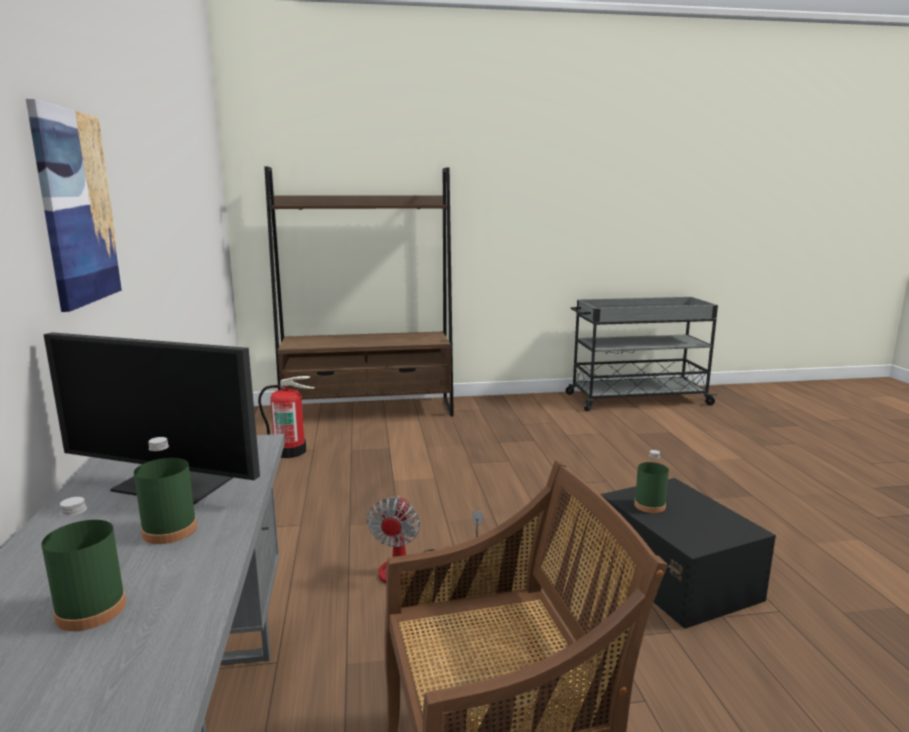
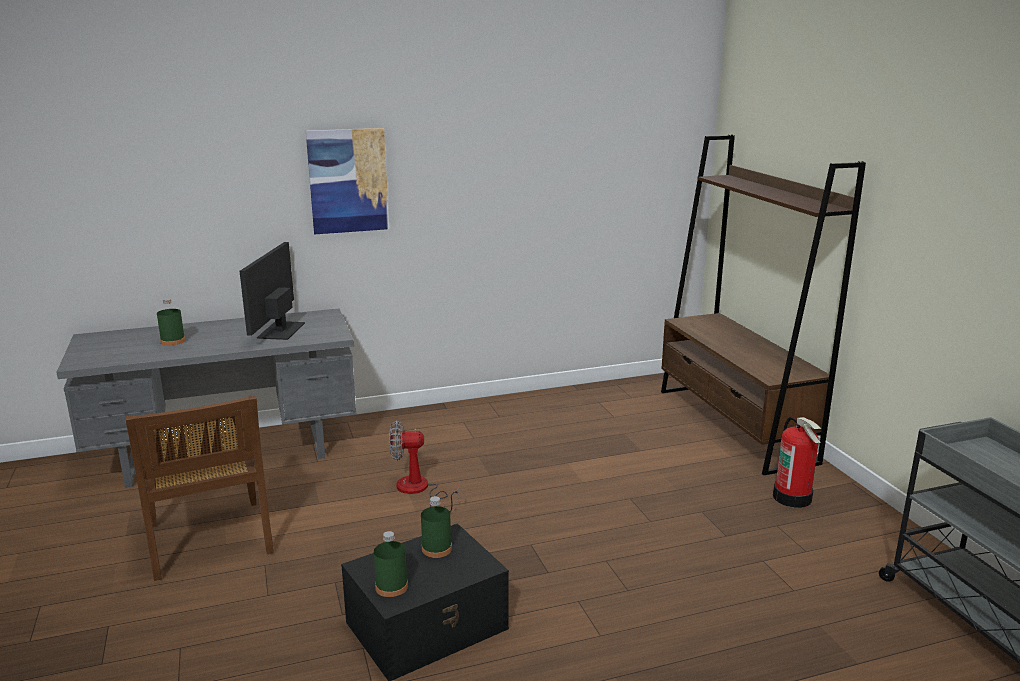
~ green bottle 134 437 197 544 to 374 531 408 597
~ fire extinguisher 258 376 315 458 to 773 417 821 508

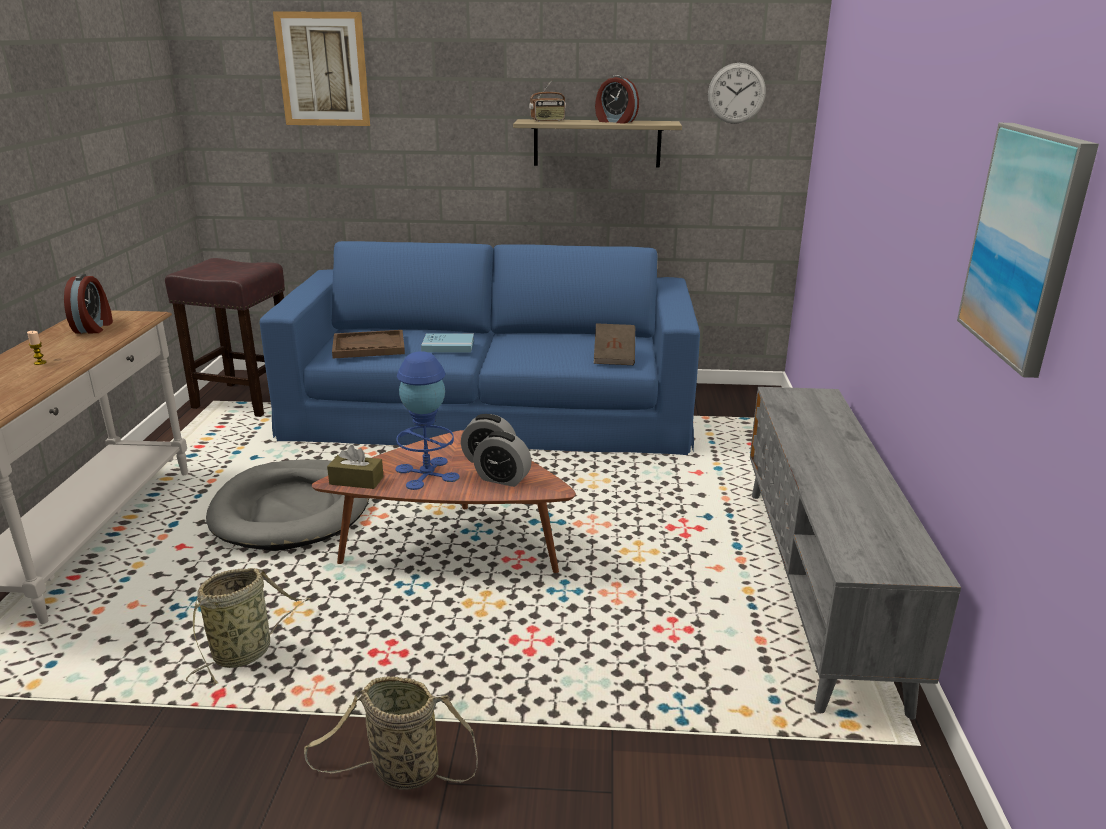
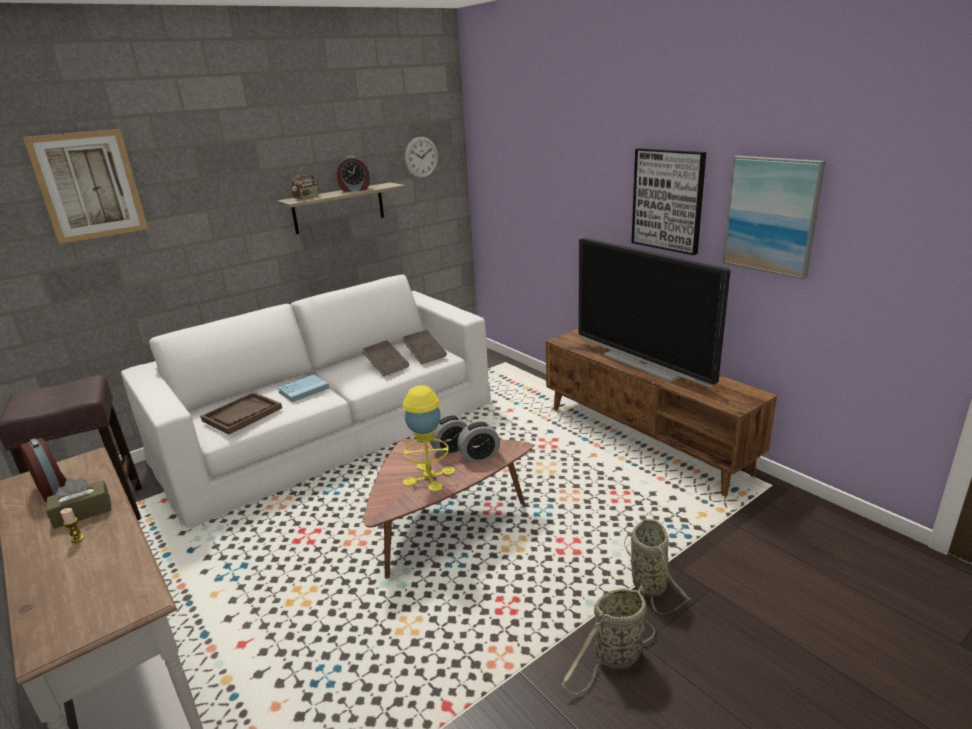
~ brown tissue box 327 445 384 489 to 46 477 111 529
~ blue sofa 260 241 700 455 to white sofa 121 274 491 529
+ brown book 363 340 409 376
~ blue table lamp 395 351 460 490 to yellow table lamp 402 385 455 492
~ grey tv stand 750 387 961 720 to brown tv stand 546 329 777 496
+ television 578 238 731 387
~ basket 186 568 311 684 to 624 519 690 615
+ picture 631 148 706 255
- grey dog bed 206 459 369 551

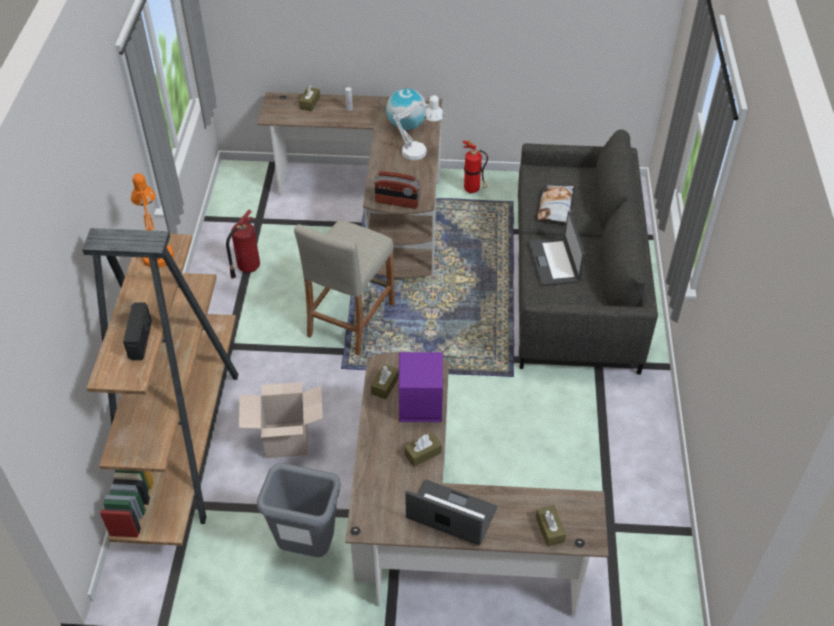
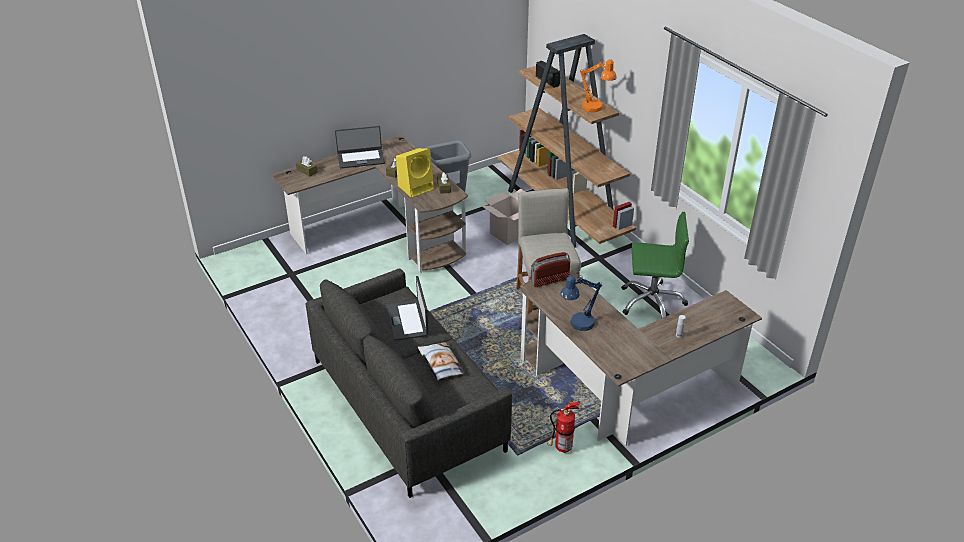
~ laptop 529 211 585 286 = 387 276 429 341 150 degrees counterclockwise
~ purple speaker 399 352 443 422 to yellow speaker 396 148 434 198
~ white table lamp 393 95 444 160 to blue table lamp 560 275 602 331
~ fire extinguisher 226 210 260 279 to green office chair 621 212 689 319
- brown tissue box 299 85 320 111
- globe 386 88 427 130

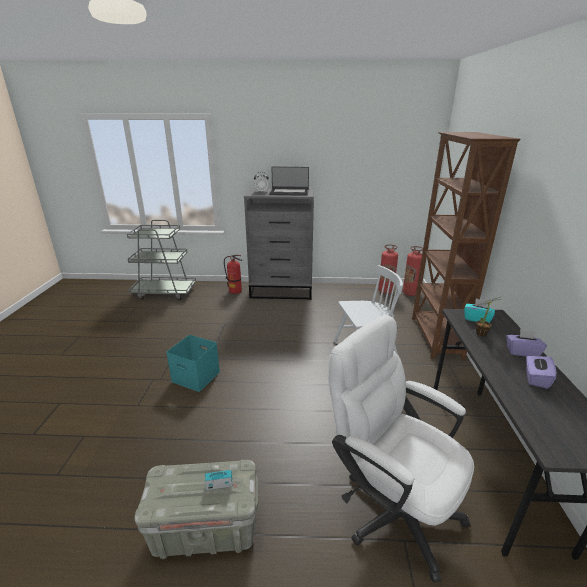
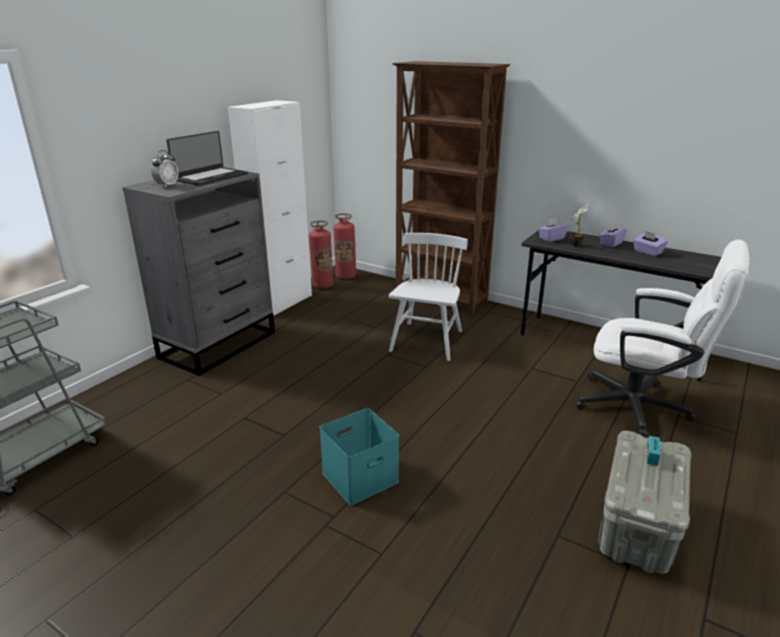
+ white cabinet 228 100 312 316
~ turquoise tissue box 464 298 495 323 to purple tissue box 538 218 568 242
~ white office chair 328 315 474 583 = 575 240 750 437 135 degrees counterclockwise
- fire extinguisher 224 255 242 294

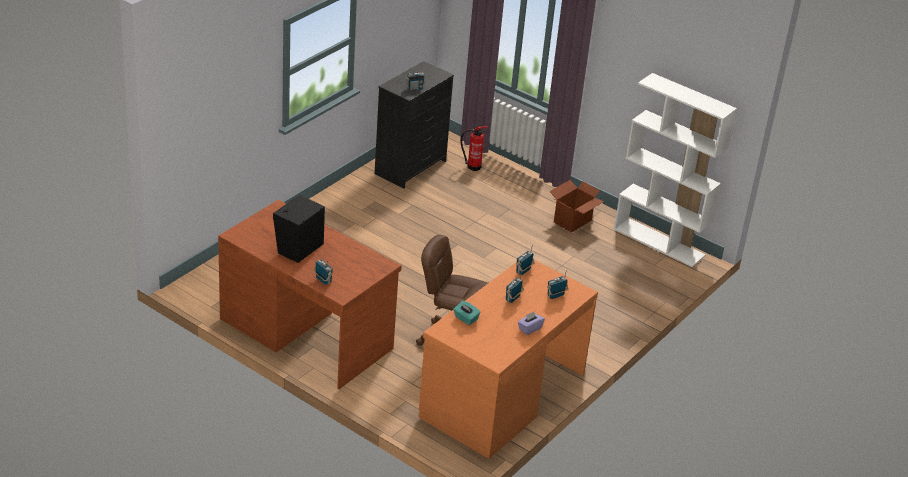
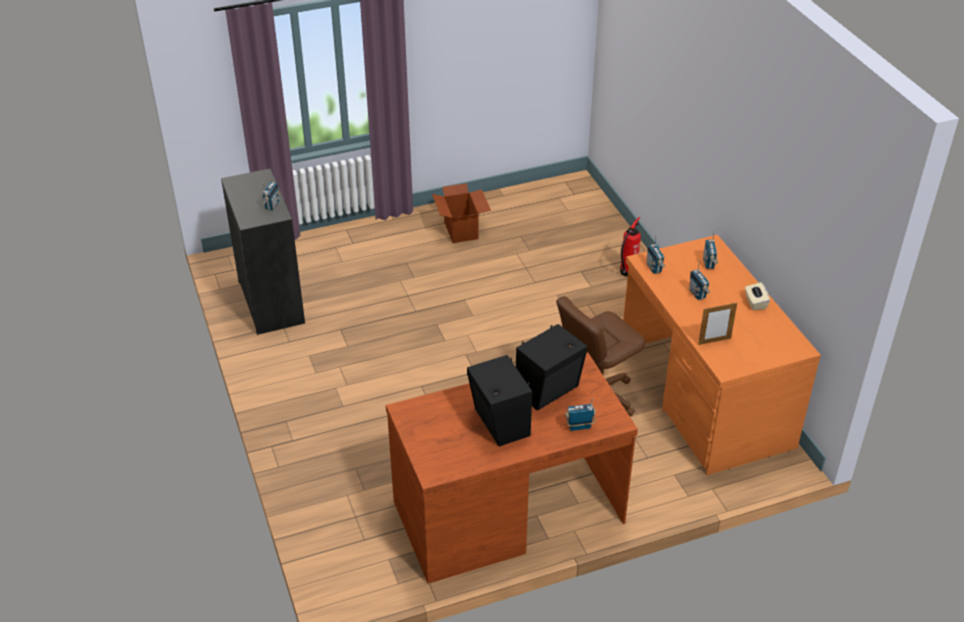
+ black speaker 516 324 587 411
~ fire extinguisher 460 126 488 171 to 620 217 641 277
~ turquoise tissue box 453 301 480 325 to picture frame 698 303 737 345
~ purple tissue box 518 312 545 335 to beige tissue box 745 282 770 310
- white bookcase 614 73 737 267

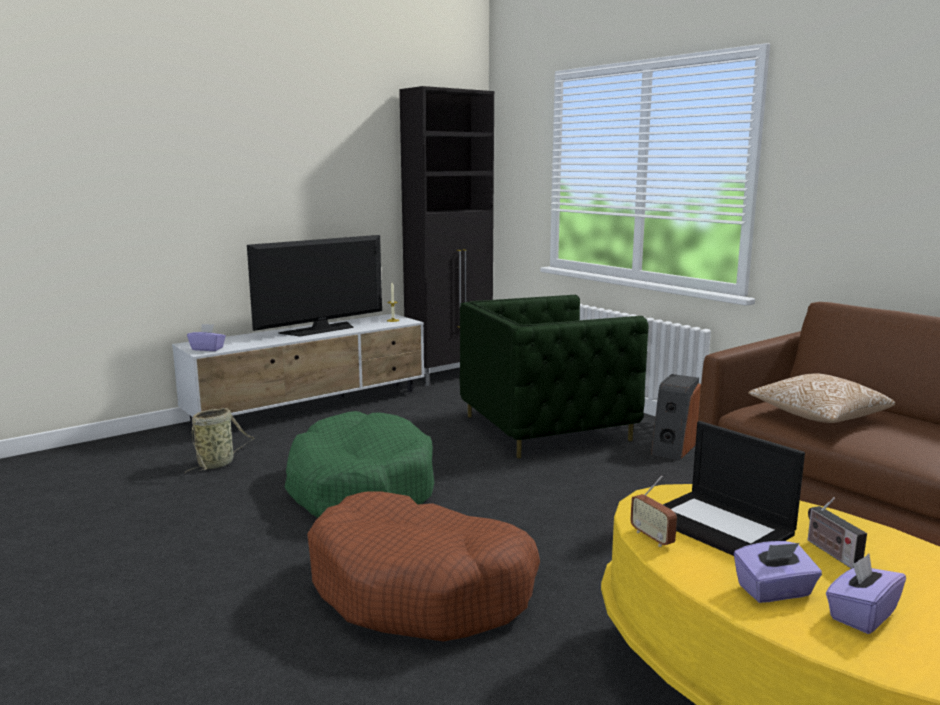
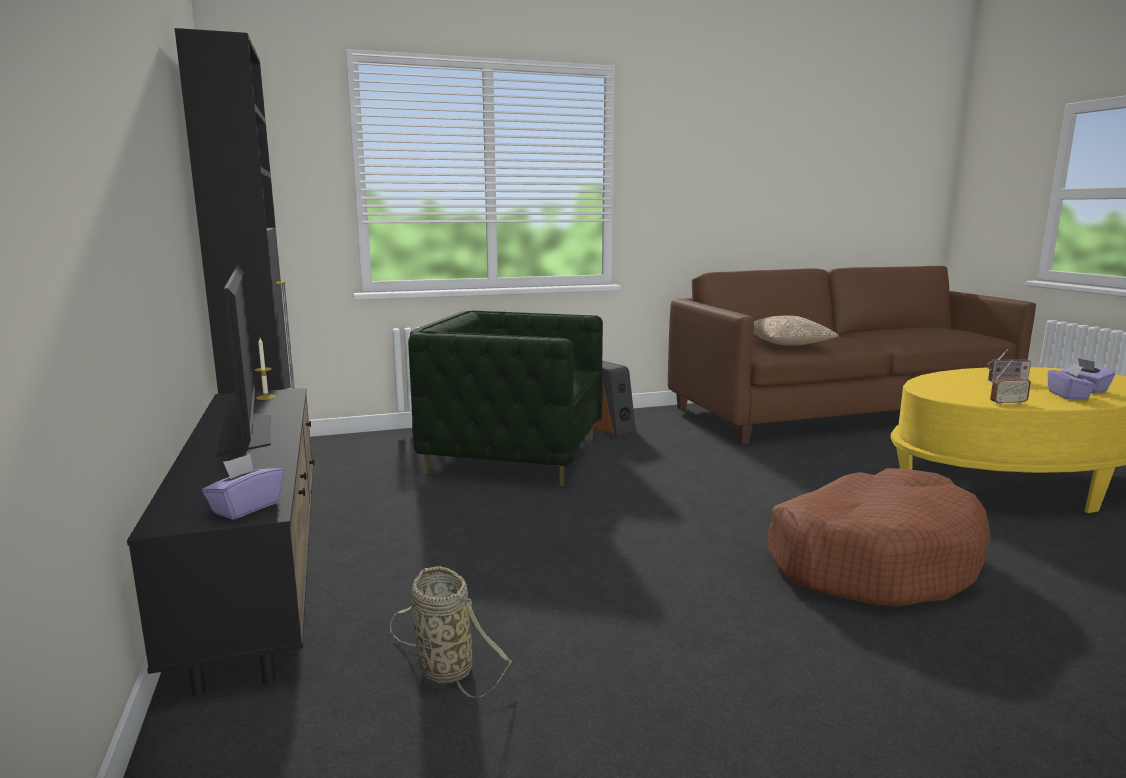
~ white tv stand 172 314 425 428 to black tv stand 127 388 314 697
~ green armchair 459 295 648 458 = 408 310 603 487 105 degrees clockwise
- green dog bed 285 411 434 518
- laptop 663 421 805 556

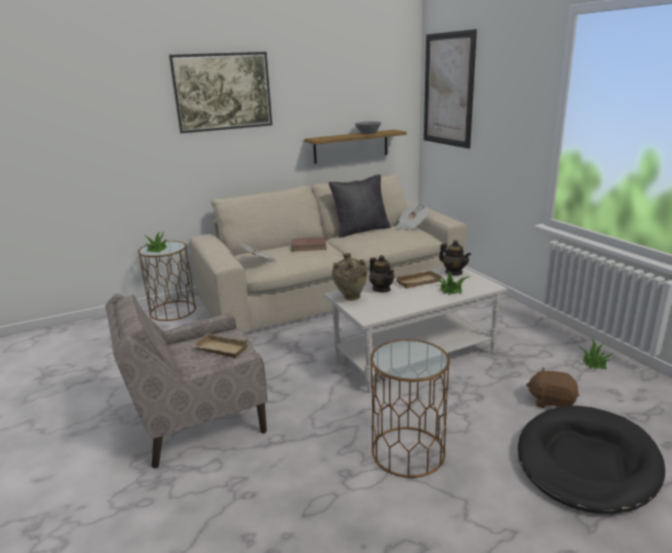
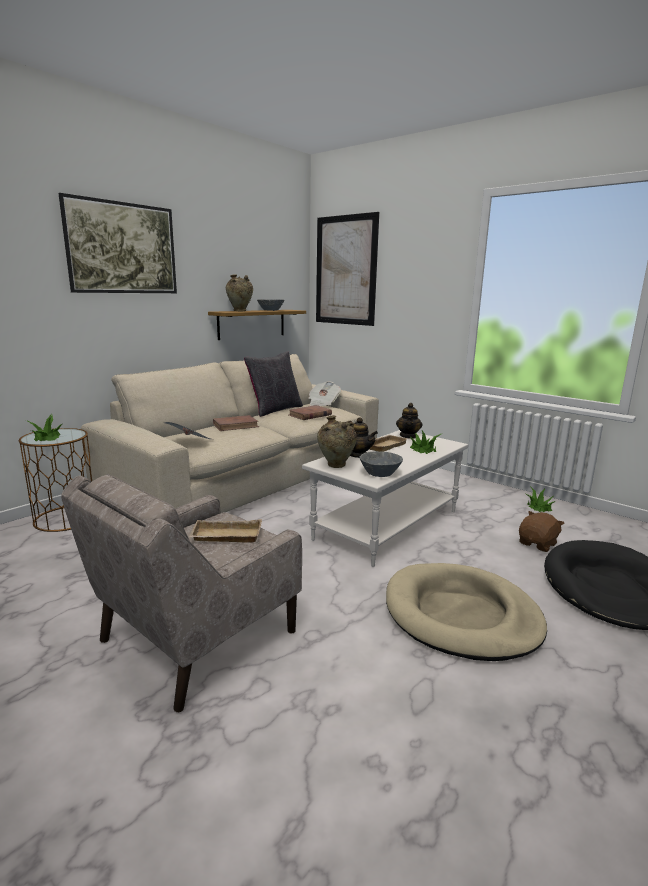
+ beige vase 226 274 253 311
+ brown book 288 405 332 420
+ grey bowl 359 451 403 477
~ brown side table 370 339 450 478 to beige dog bed 386 563 547 661
~ teapot 439 240 471 275 = 396 403 422 439 75 degrees clockwise
~ brown plush toy 526 367 579 408 = 519 511 565 552 135 degrees clockwise

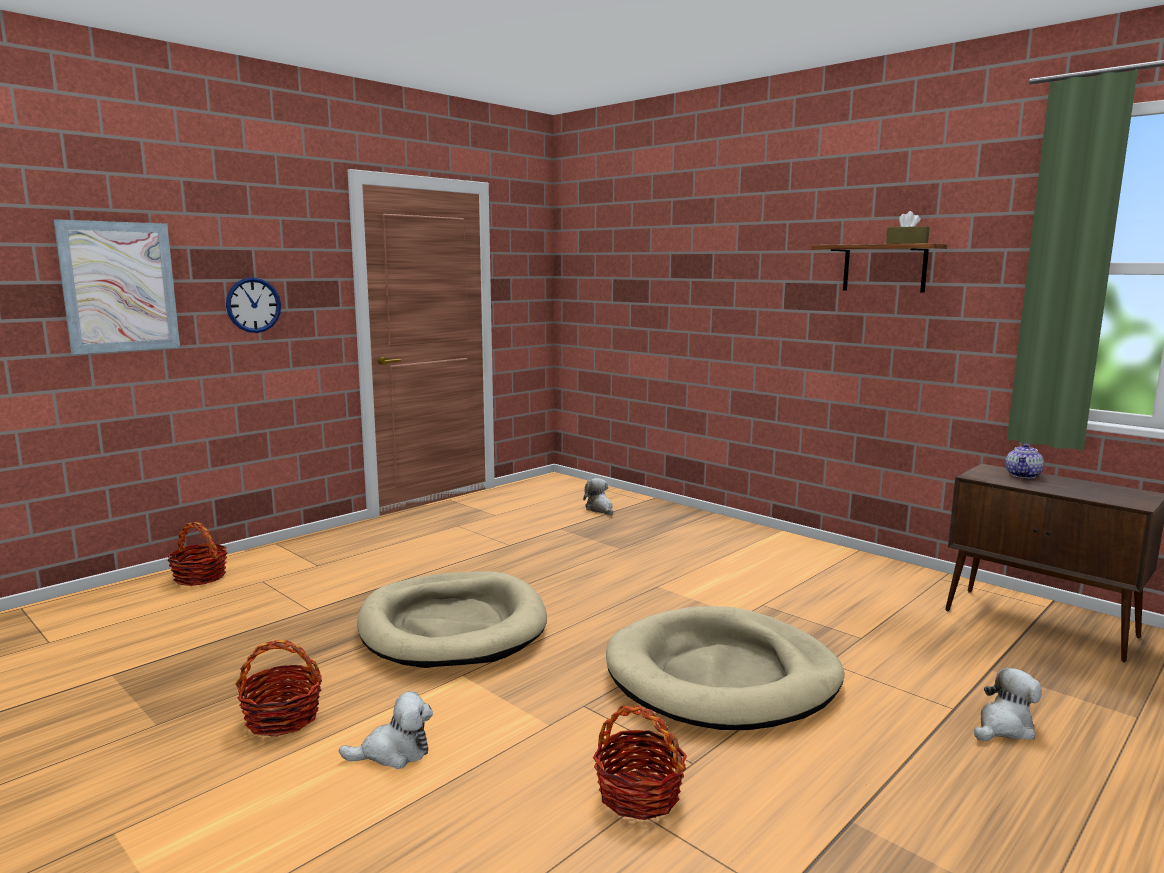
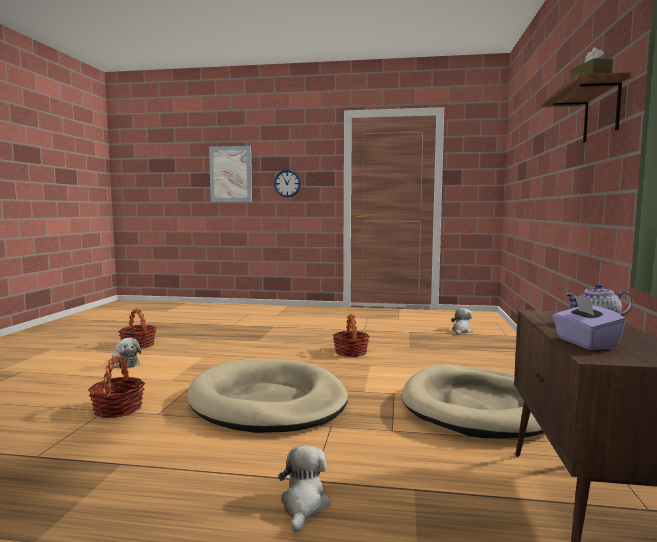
~ plush toy 974 668 1042 741 = 278 445 330 533 105 degrees counterclockwise
~ basket 167 522 228 586 to 333 314 370 357
~ beige dog bed 357 571 547 668 to 402 364 544 439
+ purple tissue box 553 296 626 350

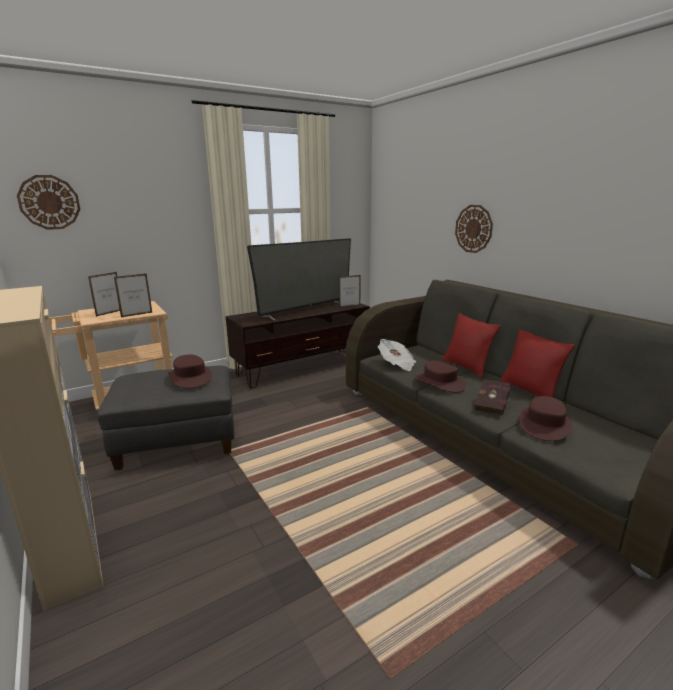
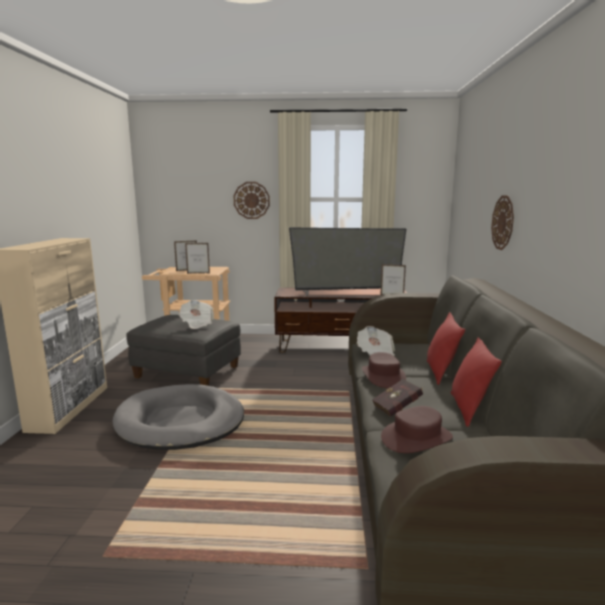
+ grey dog bed 112 384 244 450
~ brown hat 168 354 212 388 to newspaper 179 300 213 329
~ wall clock 17 175 80 230 to 234 182 270 219

